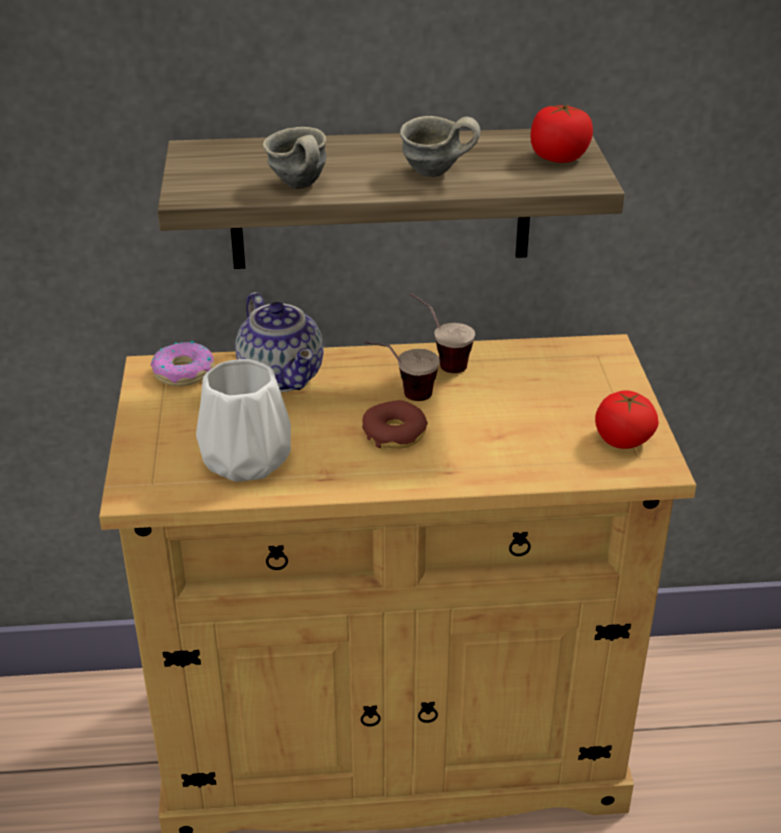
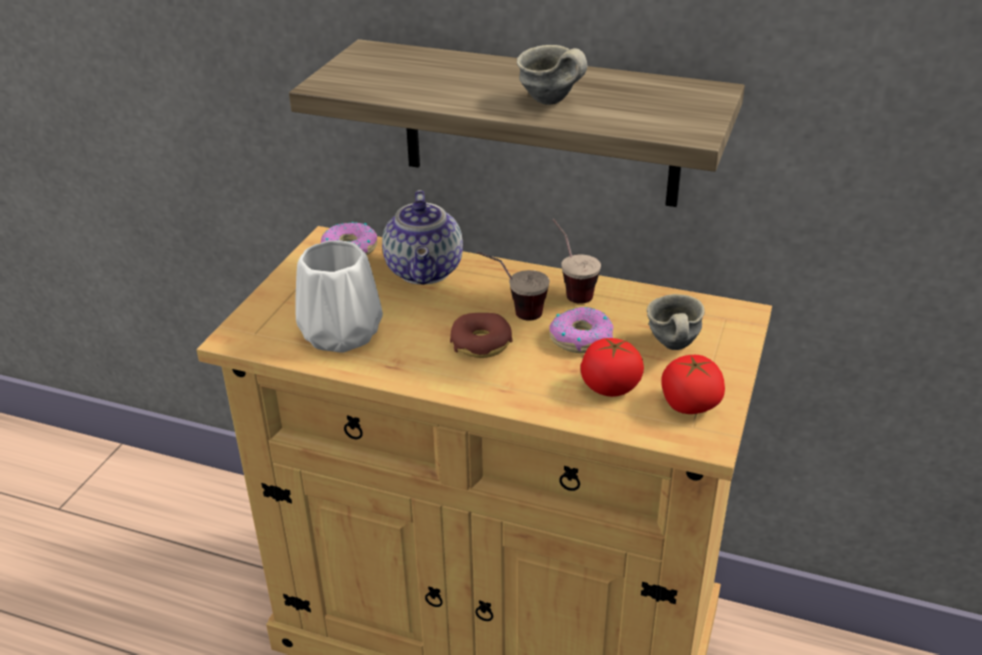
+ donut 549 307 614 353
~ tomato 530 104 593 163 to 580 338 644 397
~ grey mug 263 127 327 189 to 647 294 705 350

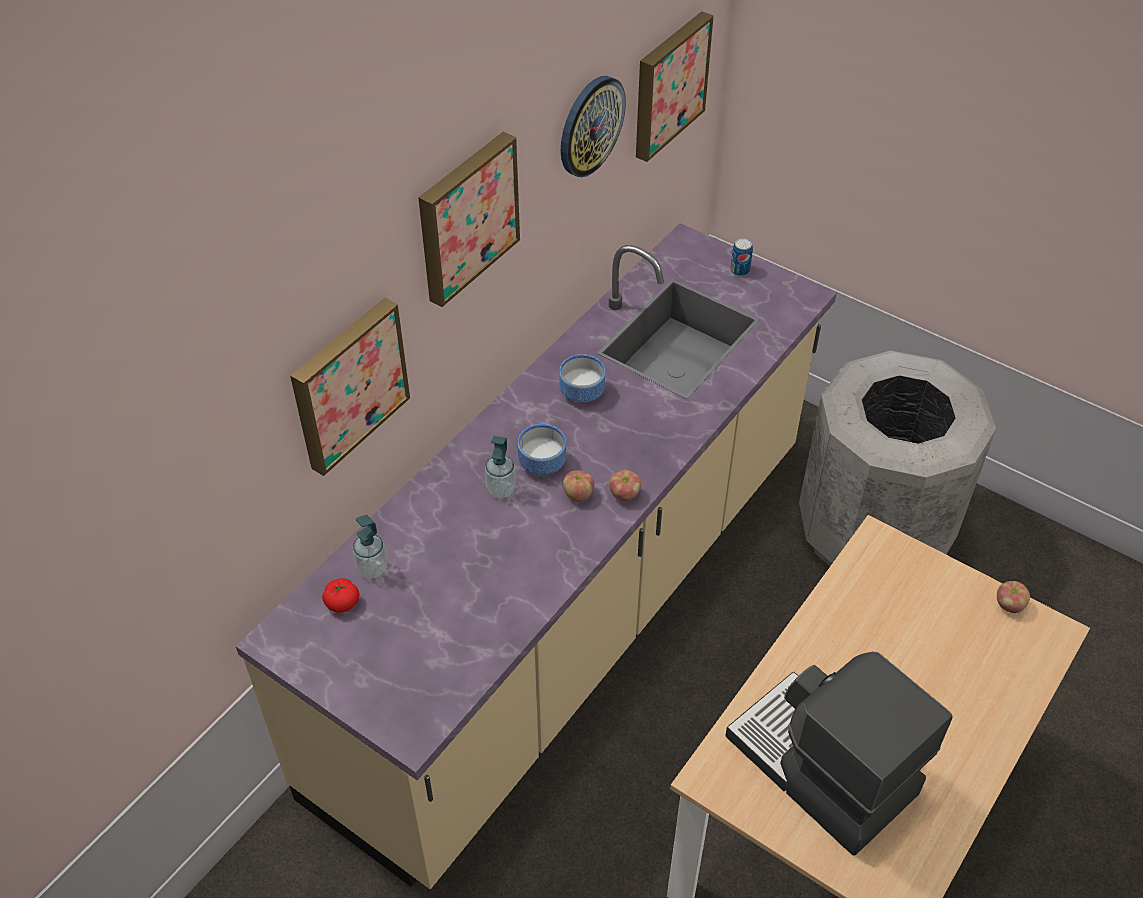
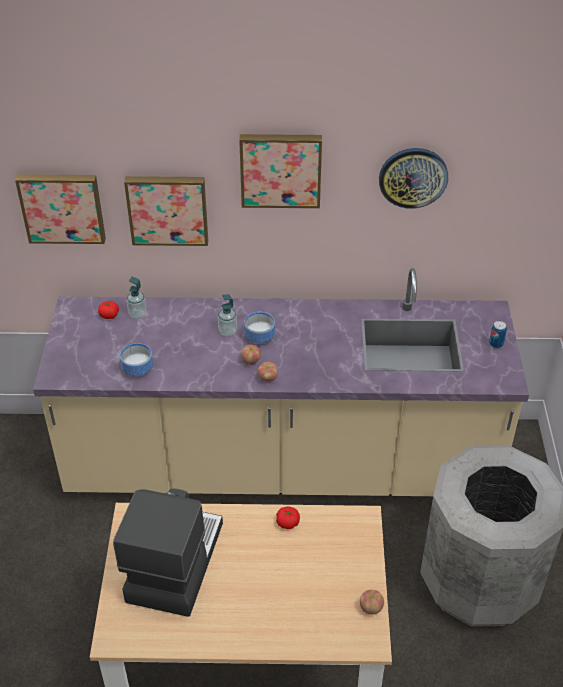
~ picture 636 11 714 162 to 15 174 106 244
~ bowl 559 354 605 402 to 120 343 153 376
+ tomato 276 506 300 529

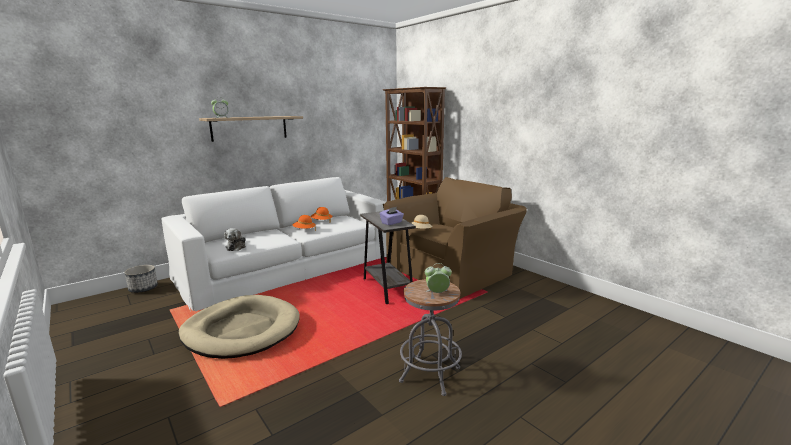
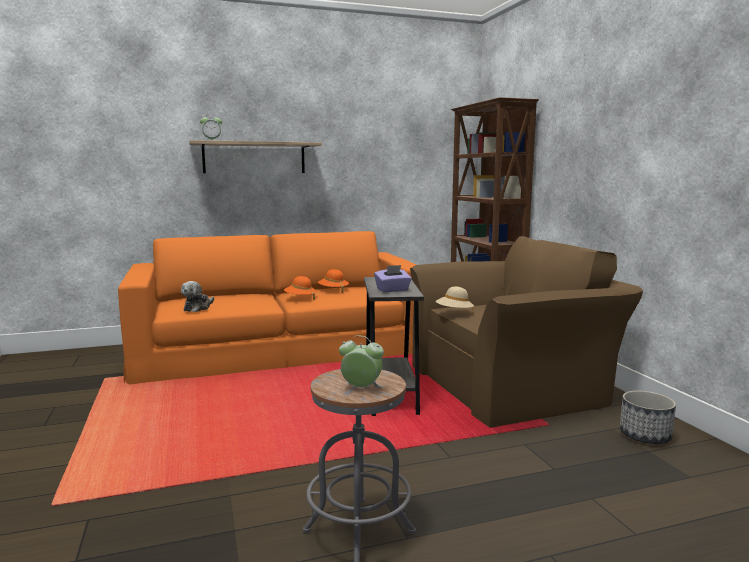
~ white sofa 161 177 387 311 to orange sofa 118 231 416 385
~ planter 124 265 158 293 to 620 390 676 444
- beige dog bed 179 295 300 359

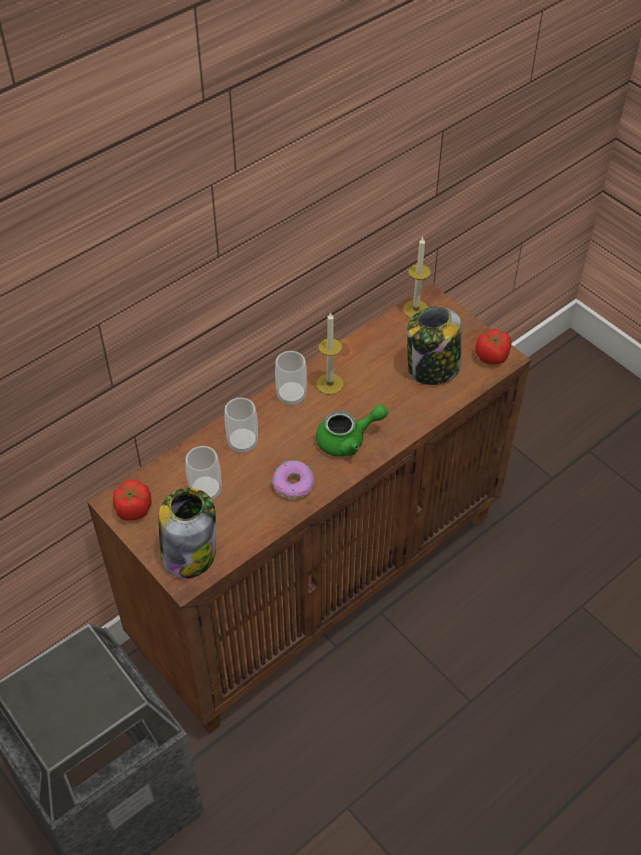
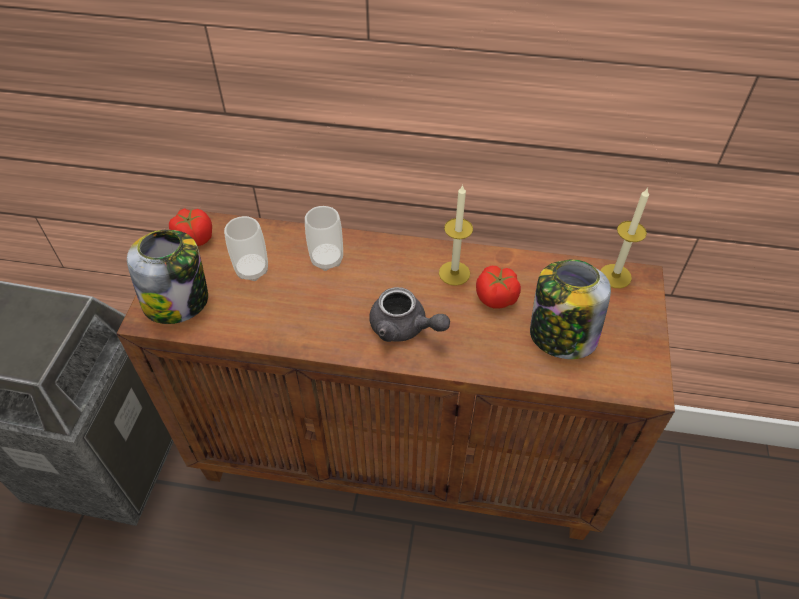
~ green teapot 316 405 388 457 to grey teapot 369 287 450 342
~ tomato 475 329 511 364 to 476 266 521 309
- donut 272 460 314 499
- cup 275 351 307 406

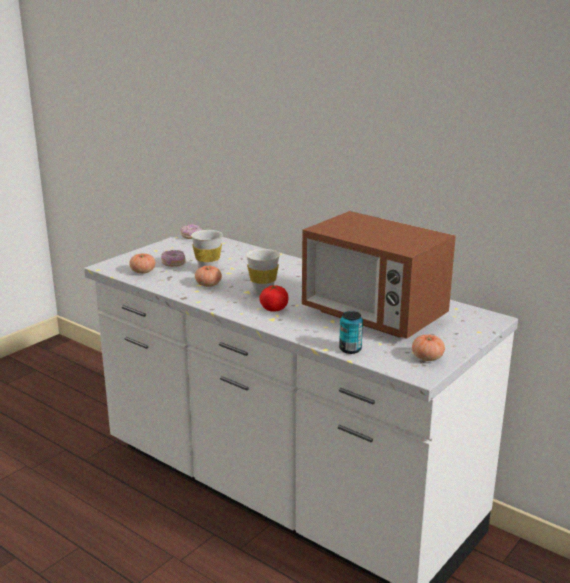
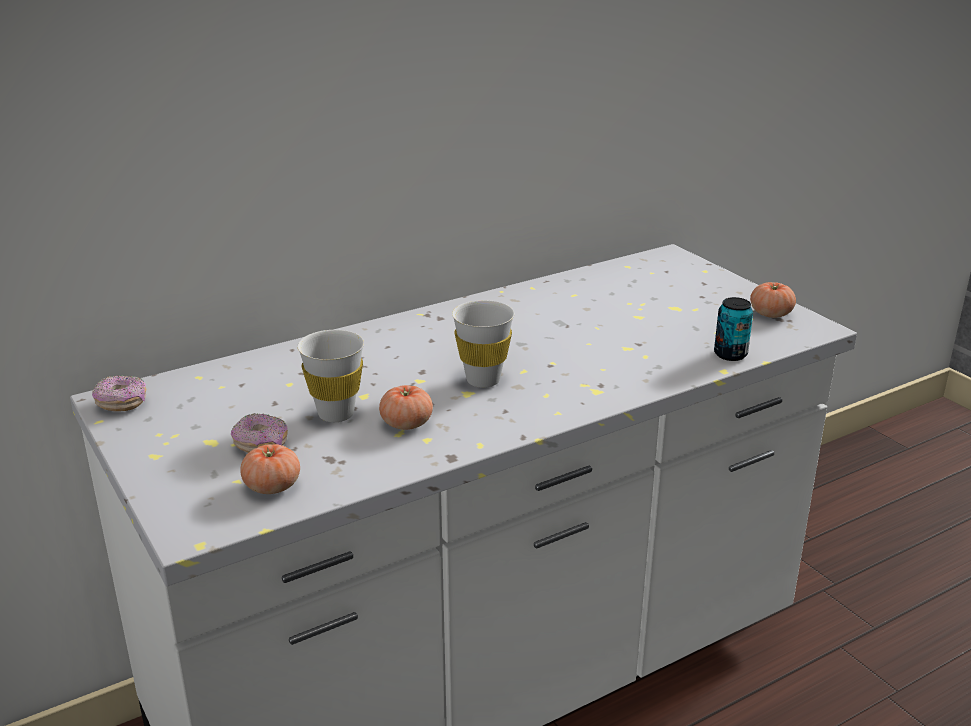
- tomato 259 285 288 312
- microwave 302 211 456 339

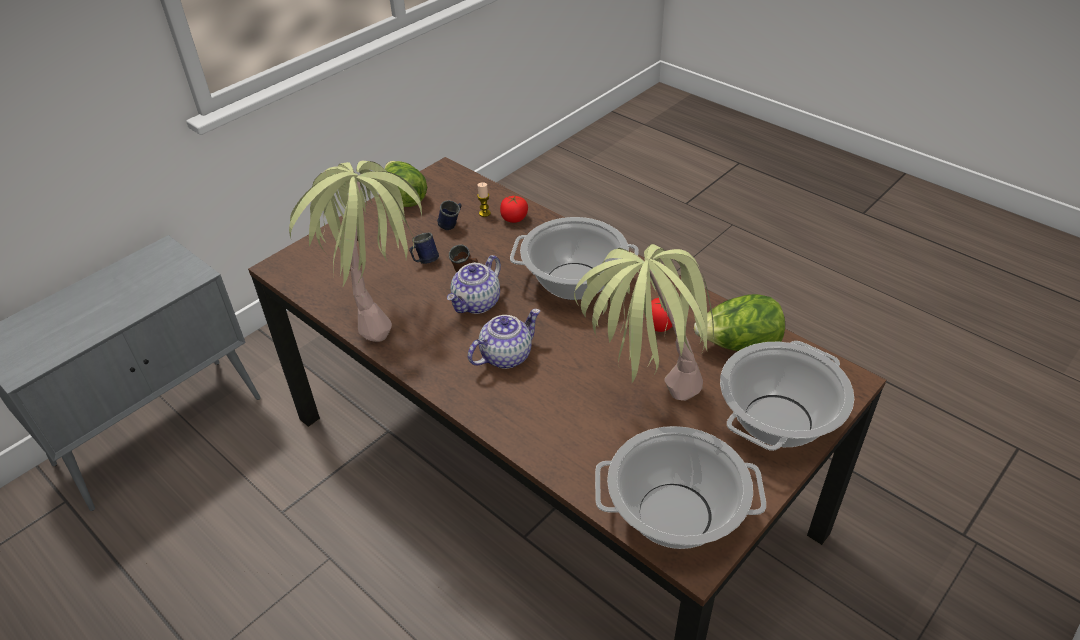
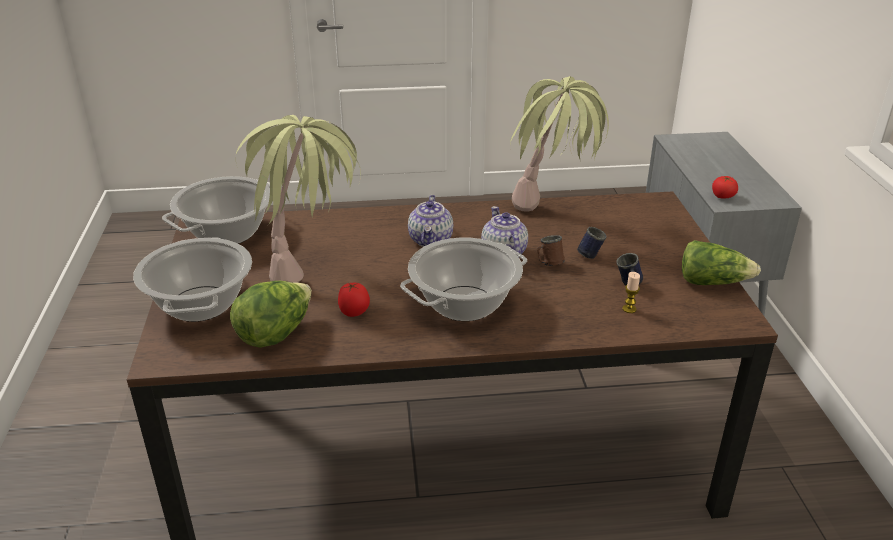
~ tomato 500 195 528 223 to 712 176 738 199

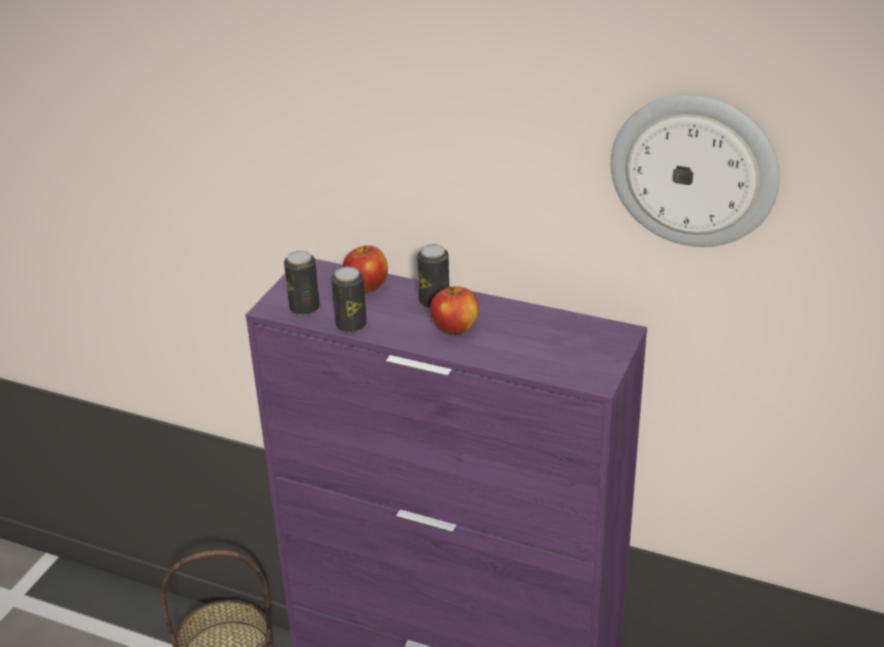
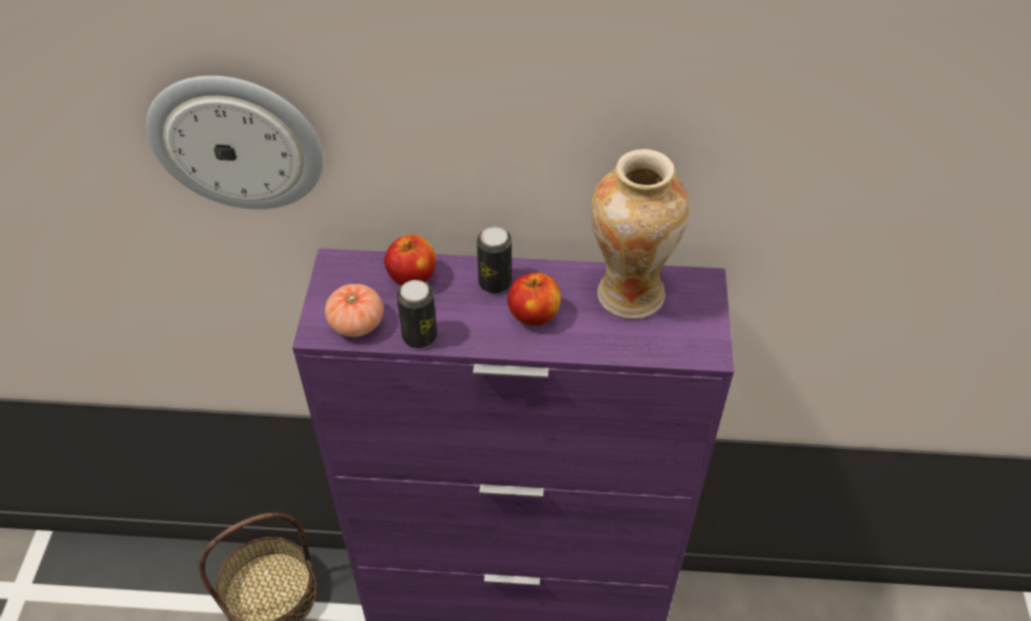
~ wall clock 611 94 780 247 to 146 76 324 209
~ can 284 251 320 315 to tomato 325 284 383 337
+ vase 591 149 689 319

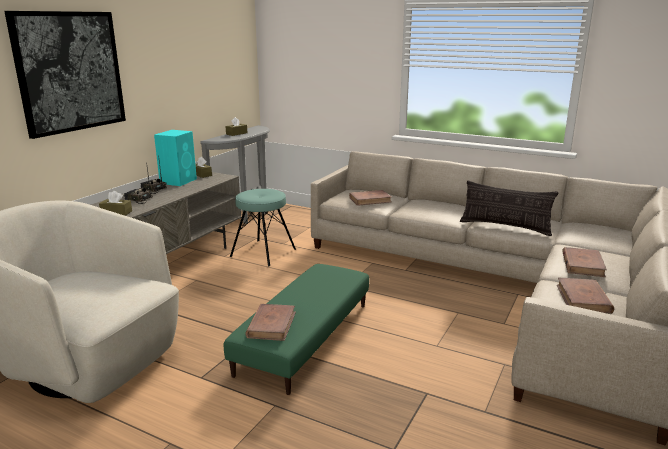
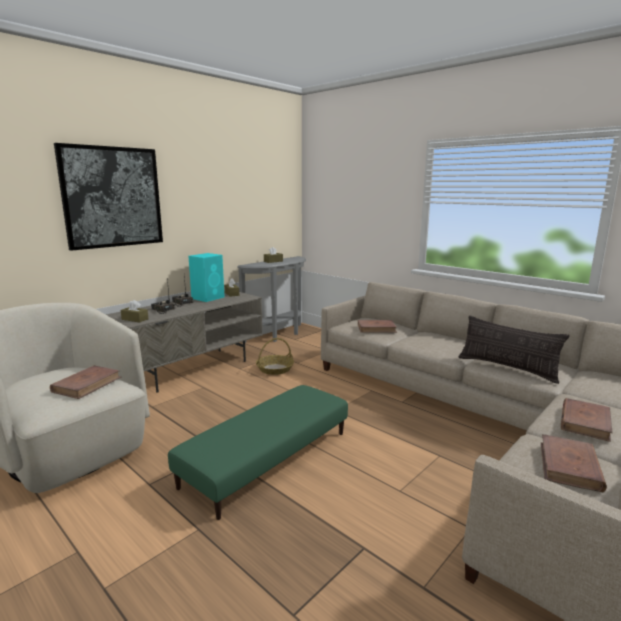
~ brown book 245 304 296 341 to 50 366 121 399
~ turquoise stool 230 189 296 266 to basket 256 338 294 375

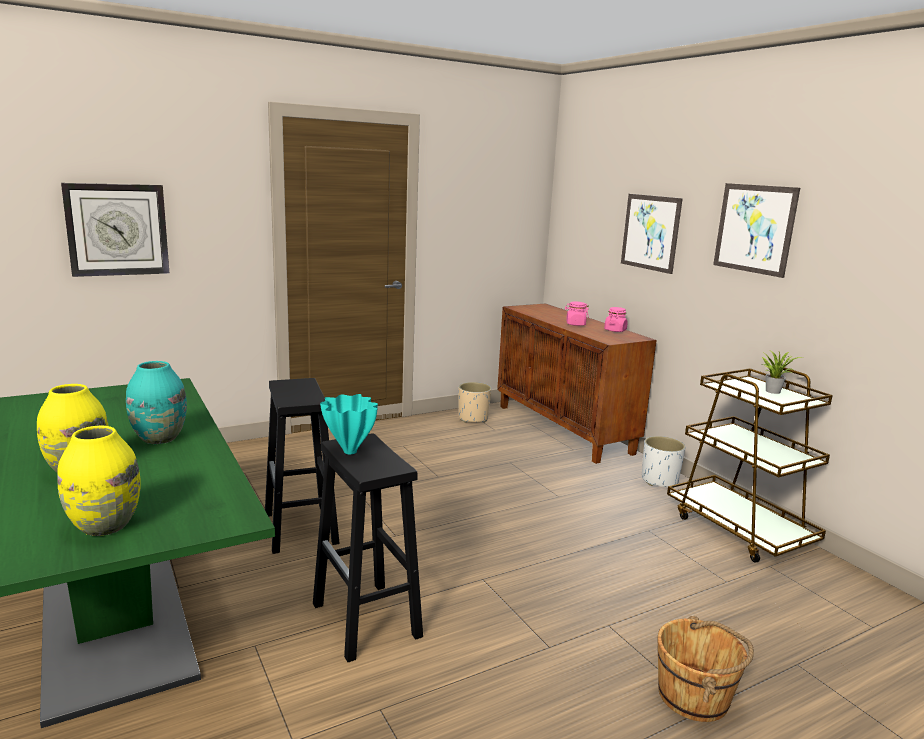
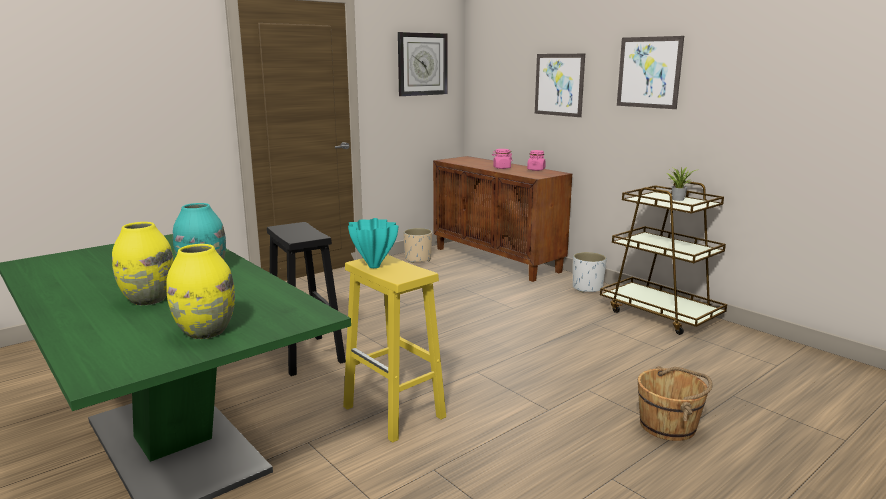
~ black stool 313 433 423 662 to yellow stool 343 254 446 443
~ wall clock 61 183 170 277 to 398 32 447 96

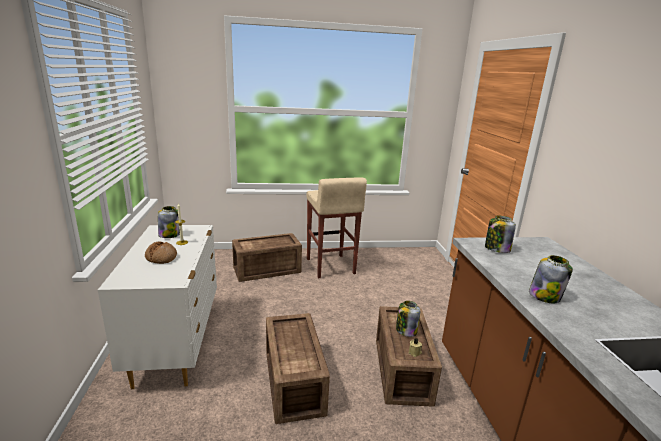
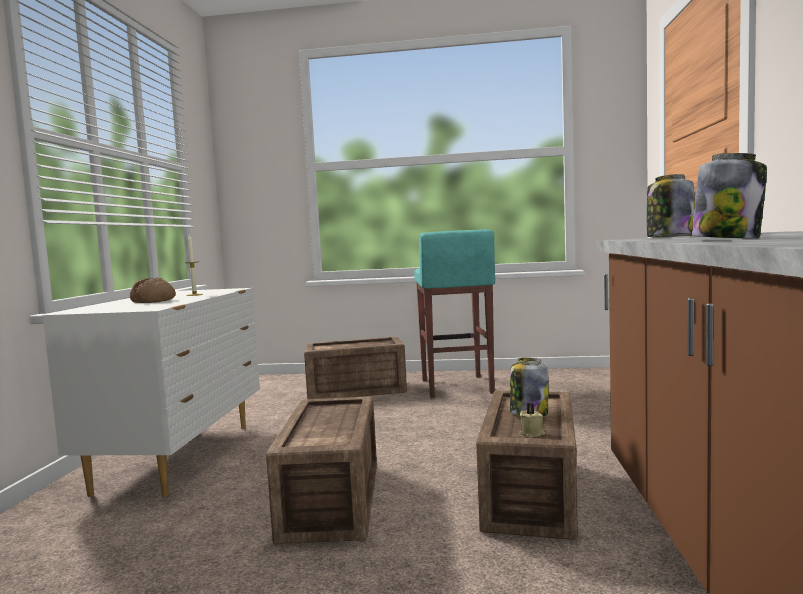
~ beige stool 306 177 367 279 to turquoise stool 414 229 495 398
- jar 158 206 180 238

